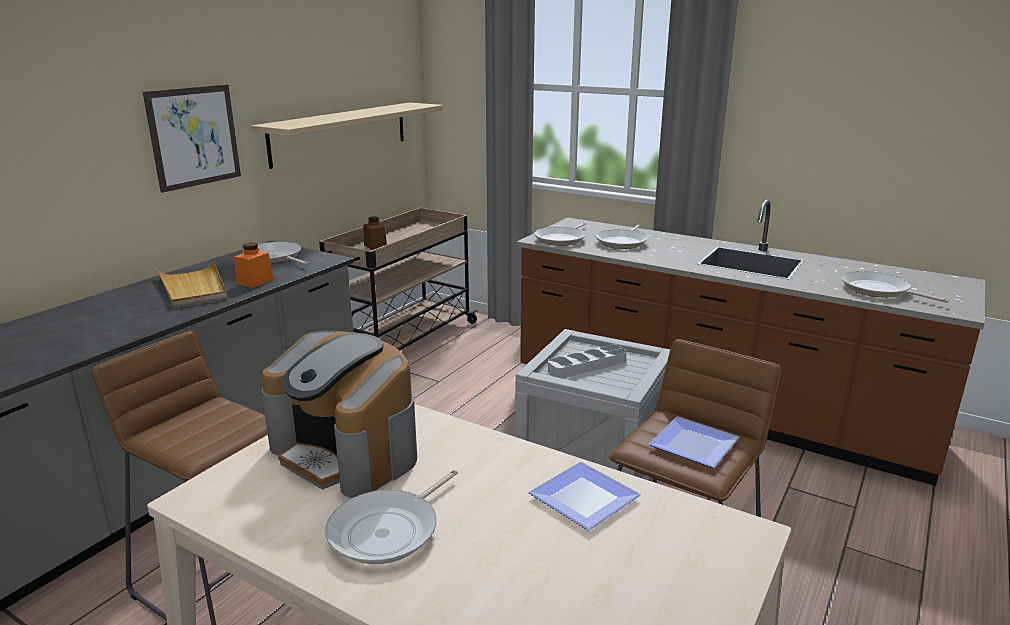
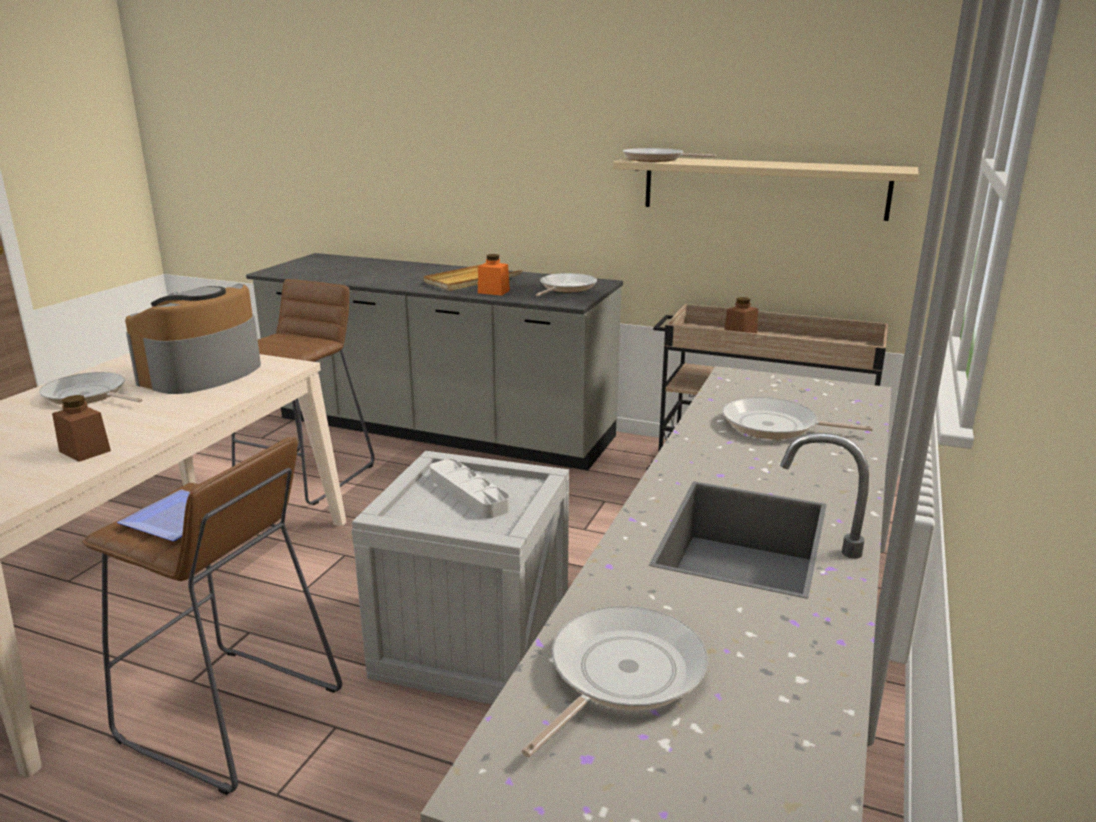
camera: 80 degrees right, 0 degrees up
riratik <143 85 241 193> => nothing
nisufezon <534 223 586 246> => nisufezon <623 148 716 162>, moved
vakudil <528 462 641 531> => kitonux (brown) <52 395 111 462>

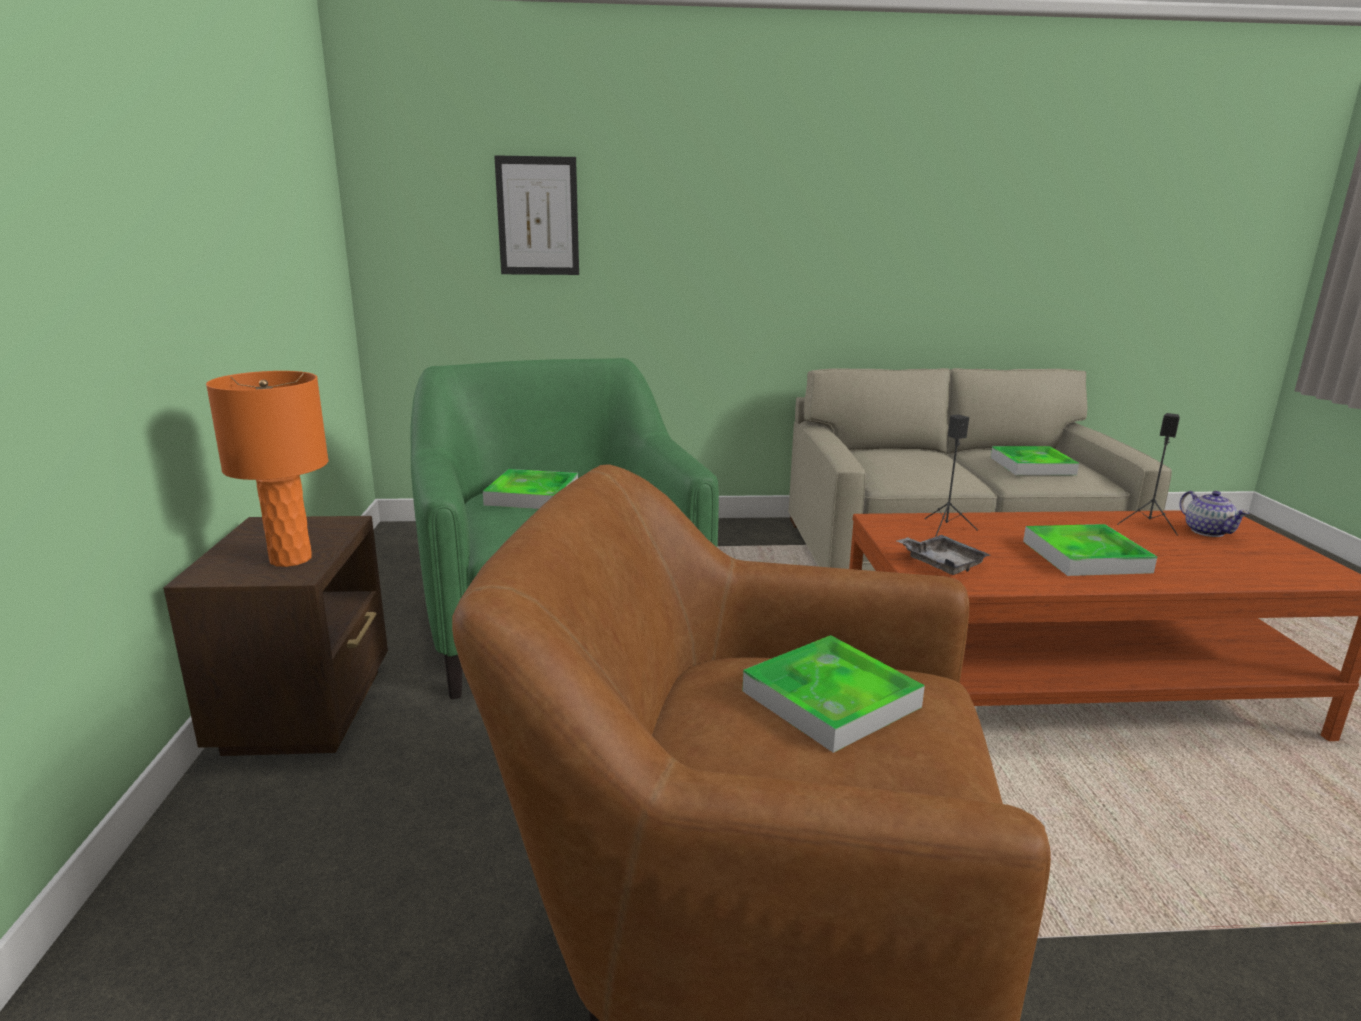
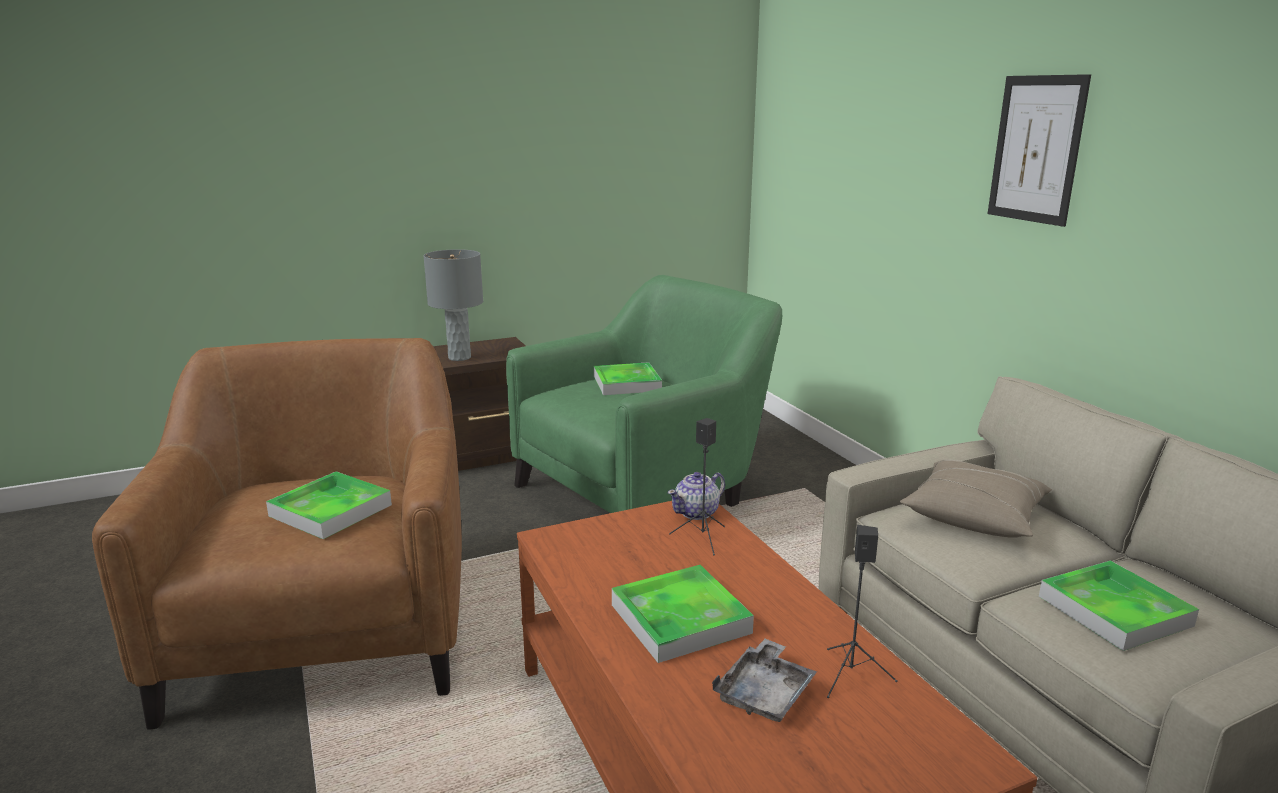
camera: 70 degrees right, 0 degrees up
nothing => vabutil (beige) <900 459 1052 538>
riratik <494 155 579 275> => riratik <988 74 1091 227>, moved
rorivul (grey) <897 535 990 575> => rorivul (grey) <712 638 817 722>, moved
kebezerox <1180 491 1249 537> => kebezerox <667 472 725 520>, moved
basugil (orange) <206 371 329 567> => basugil (grey) <423 249 483 361>

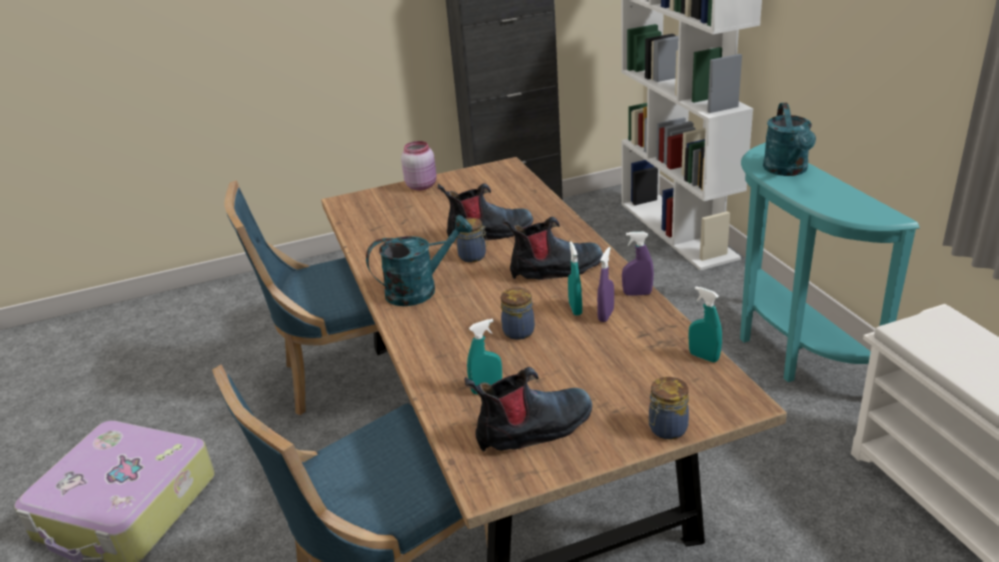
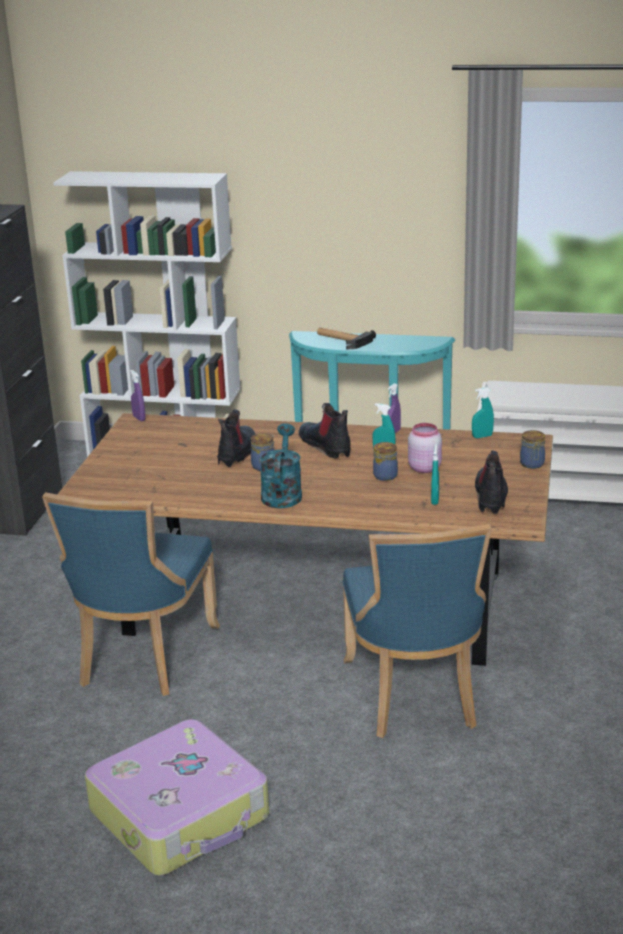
camera: 60 degrees left, 5 degrees down
kitonux (pink) <401 141 437 190> => kitonux (pink) <408 423 442 473>, moved
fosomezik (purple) <597 247 614 322> => fosomezik (purple) <130 370 146 421>, moved
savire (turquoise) <763 103 816 176> => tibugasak <317 327 376 349>
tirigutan <502 217 603 280> => tirigutan <298 403 351 459>, 45 degrees counterclockwise

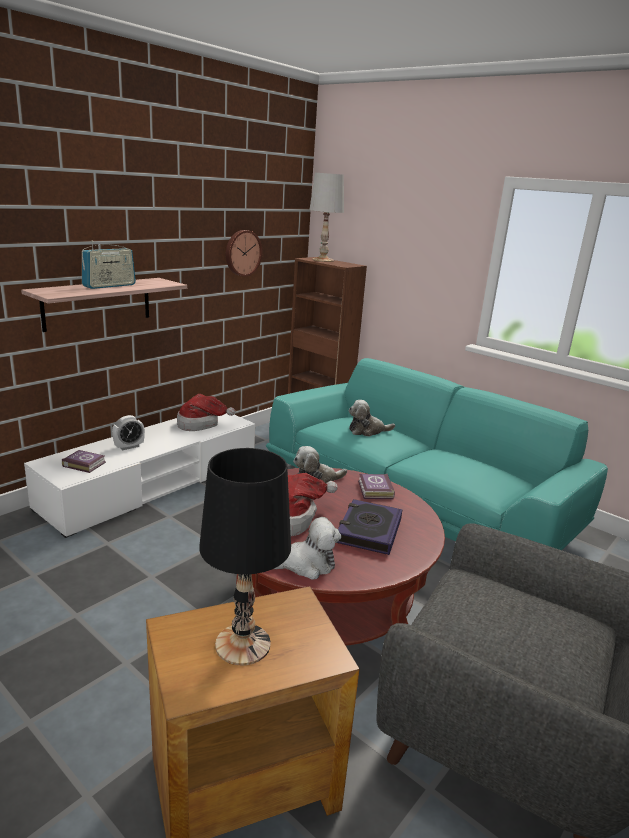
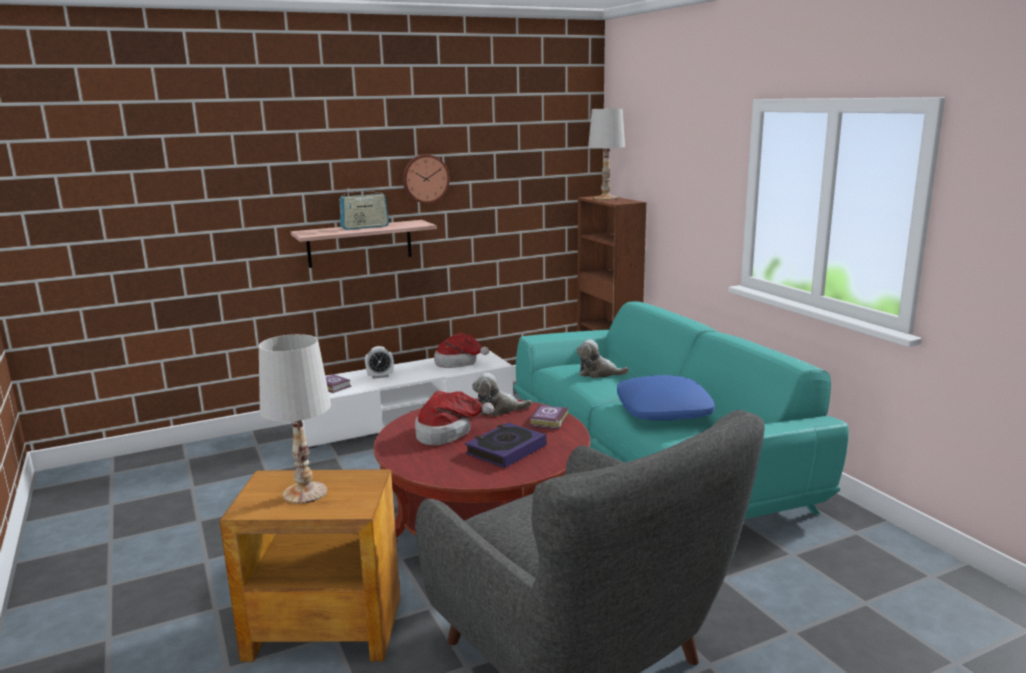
camera: 25 degrees right, 5 degrees down
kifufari <274 517 341 580> => nothing
nothing => vabutil (blue) <617 375 715 420>
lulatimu <226 230 262 277> => lulatimu <402 154 450 204>, moved
basugil (black) <199 448 291 665> => basugil (white) <259 334 331 504>

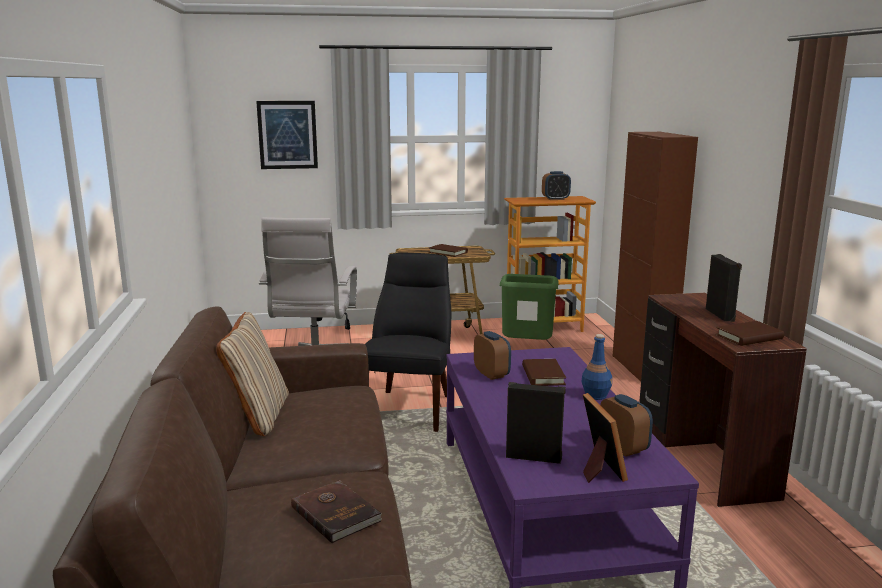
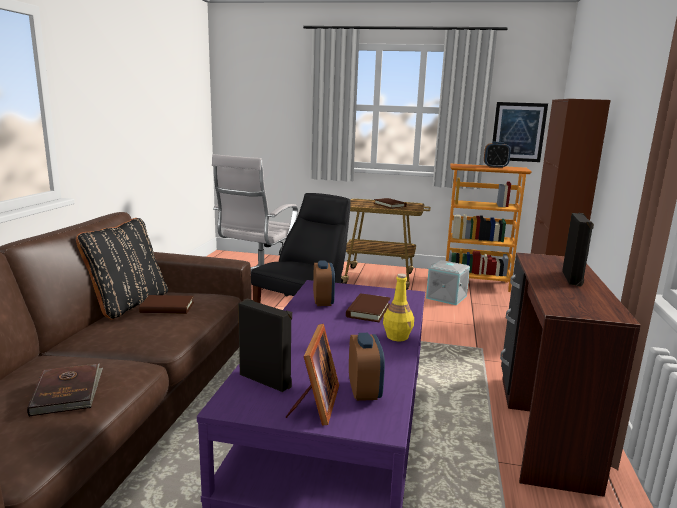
camera: 20 degrees right, 0 degrees up
riratik <256 101 318 169> => riratik <492 102 548 162>, moved
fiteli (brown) <716 321 784 346> => fiteli (brown) <139 295 194 314>, moved
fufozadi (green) <500 274 559 340> => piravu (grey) <426 260 470 305>
vabutil (beige) <216 312 289 436> => vabutil (black) <76 218 168 320>
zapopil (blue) <582 334 612 400> => zapopil (yellow) <383 273 414 341>

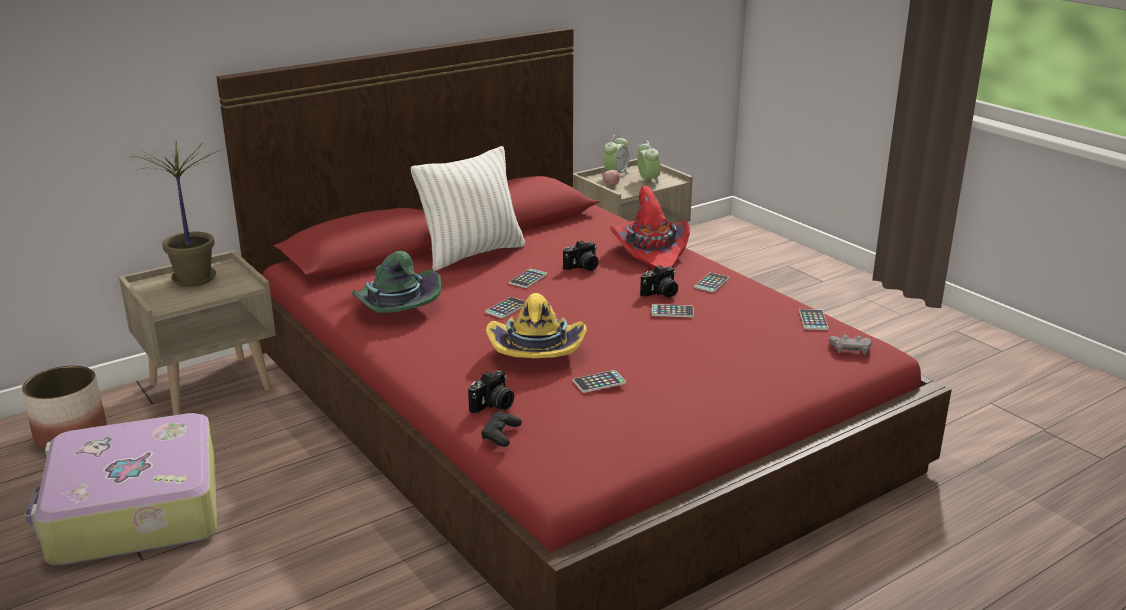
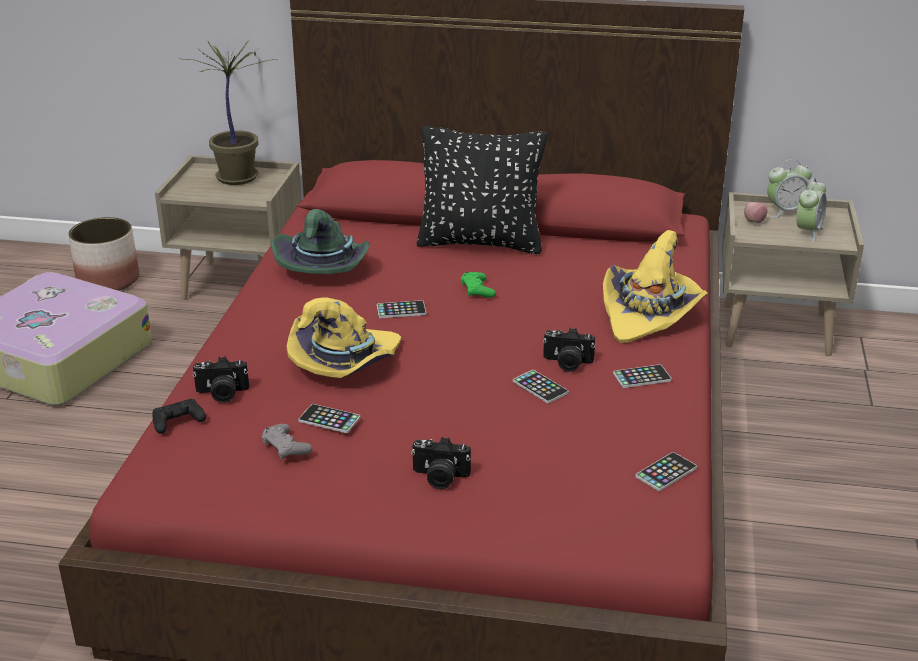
camera: 45 degrees right, 5 degrees up
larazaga <563 240 599 271> => larazaga <411 437 471 489>, moved
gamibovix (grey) <829 335 872 354> => gamibovix (grey) <262 424 313 460>, moved
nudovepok <509 269 547 288> => gamibovix (green) <461 272 496 298>
vabutil (white) <411 146 525 271> => vabutil (black) <416 126 547 254>
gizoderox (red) <609 186 690 268> => gizoderox (yellow) <603 230 707 343>

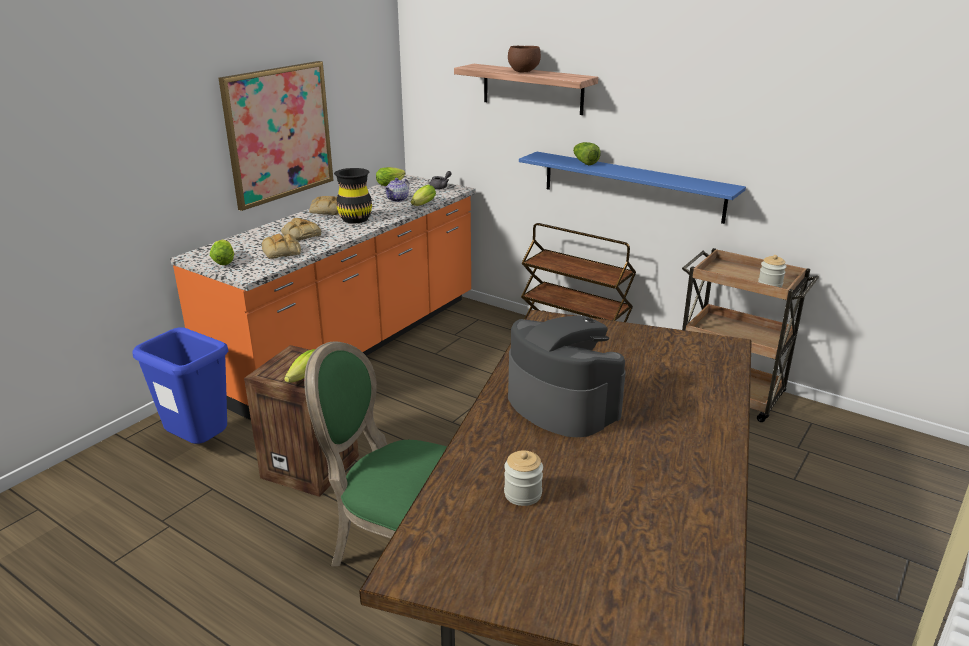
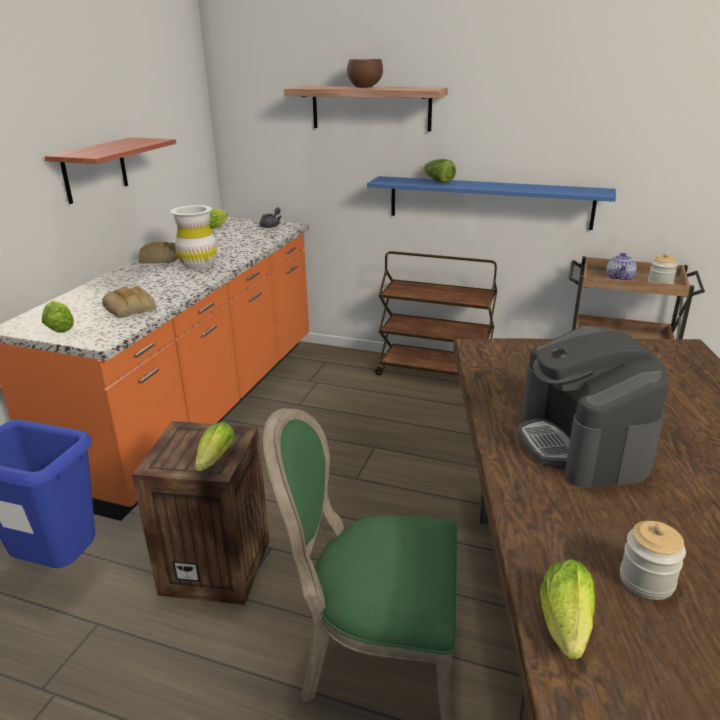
camera: 15 degrees left, 0 degrees up
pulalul <281 218 321 241> => nothing
kebezerox <384 178 409 202> => kebezerox <606 253 637 280>, moved
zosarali <411 184 436 206> => zosarali <540 559 595 660>, moved
riratik <219 61 334 211> => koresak <44 137 176 204>
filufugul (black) <334 168 372 223> => filufugul (white) <170 205 217 269>
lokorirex <508 316 626 437> => lokorirex <517 326 669 488>, 135 degrees counterclockwise

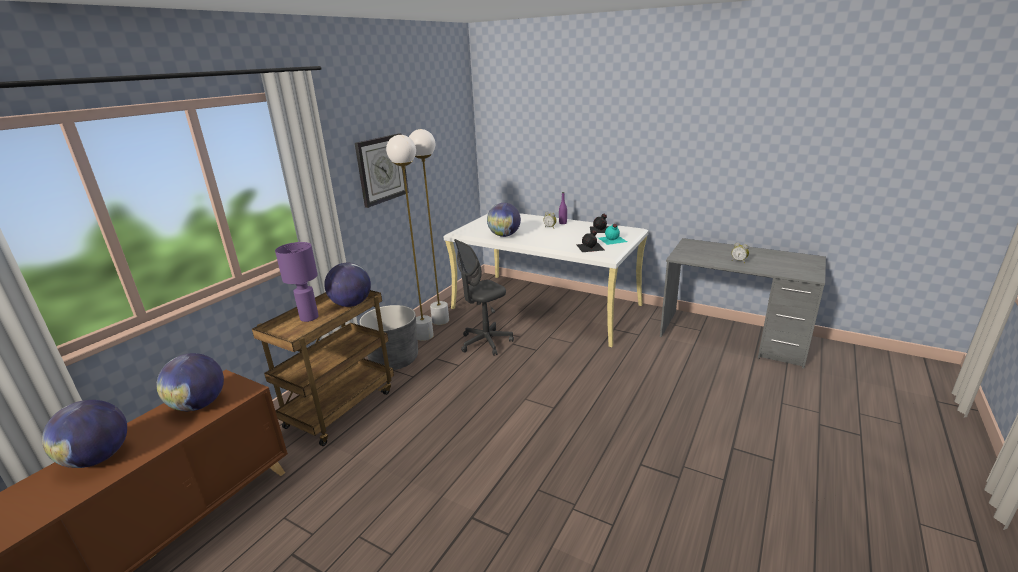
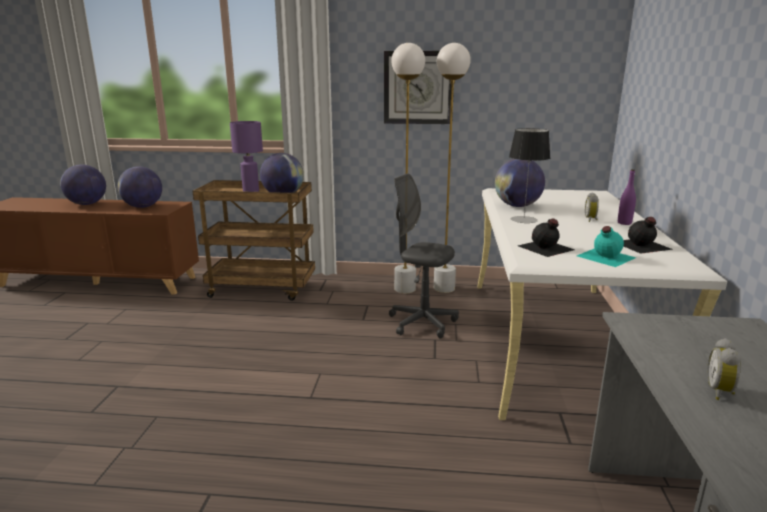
camera: 65 degrees right, 5 degrees down
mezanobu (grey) <359 305 418 370> => nothing
nothing => basugil <509 128 550 223>

